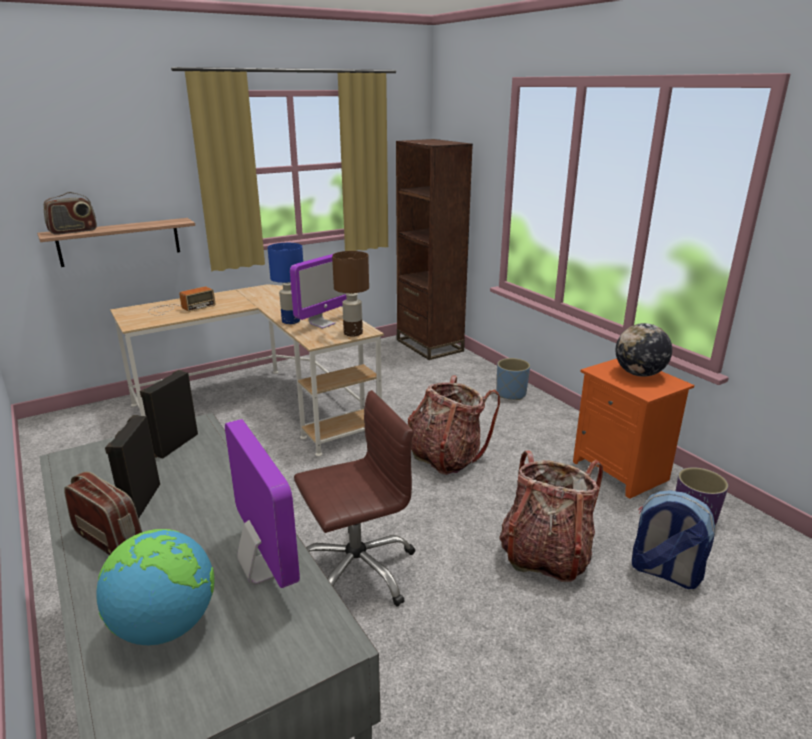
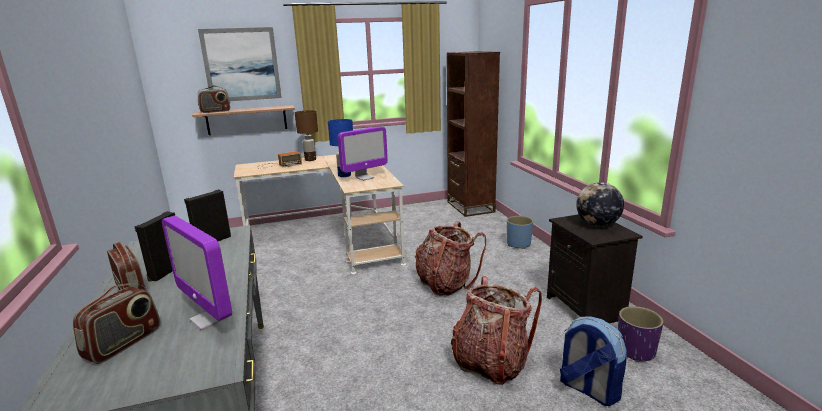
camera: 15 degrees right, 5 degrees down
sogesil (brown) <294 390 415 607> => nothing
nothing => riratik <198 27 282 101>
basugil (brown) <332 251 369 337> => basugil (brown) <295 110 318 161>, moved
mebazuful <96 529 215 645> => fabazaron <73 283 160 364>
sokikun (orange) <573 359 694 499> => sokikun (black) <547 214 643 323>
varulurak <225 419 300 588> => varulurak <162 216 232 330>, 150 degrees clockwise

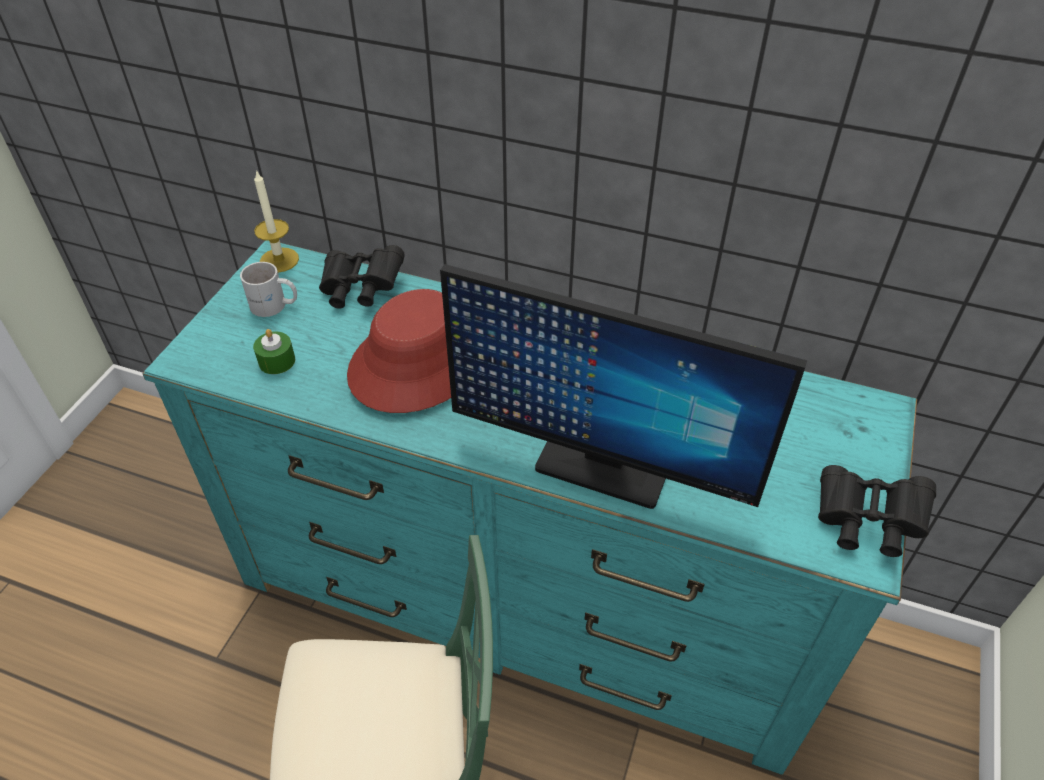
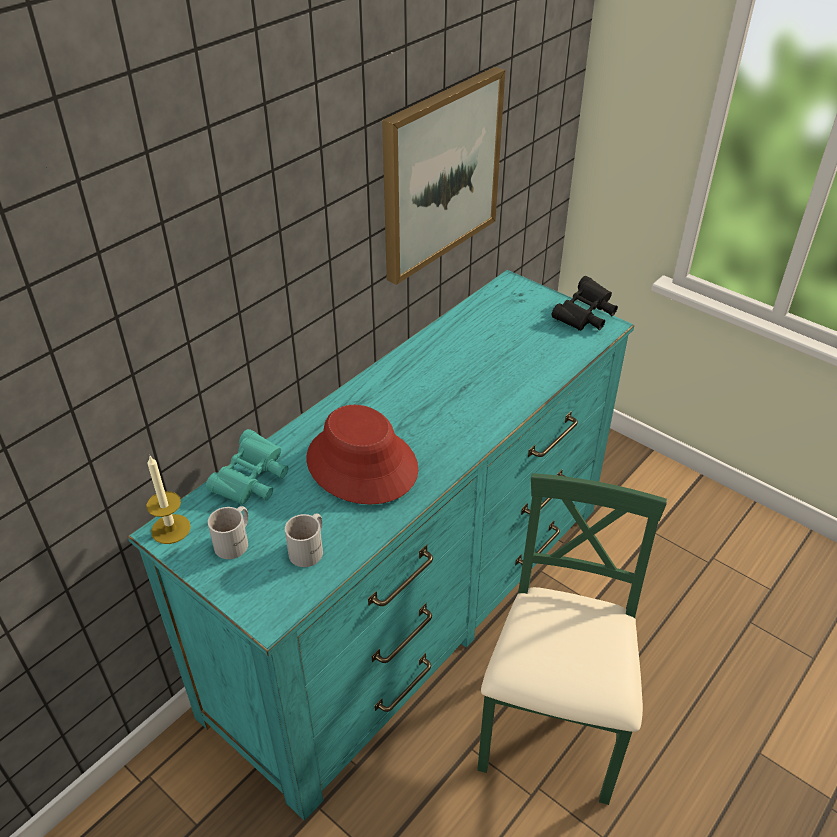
camera: 70 degrees left, 5 degrees down
varulurak <440 264 807 509> => nothing
nothing => riratik <382 67 505 285>
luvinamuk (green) <253 329 295 374> => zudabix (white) <285 513 323 567>
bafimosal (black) <319 245 405 309> => bafimosal (turquoise) <206 429 288 505>

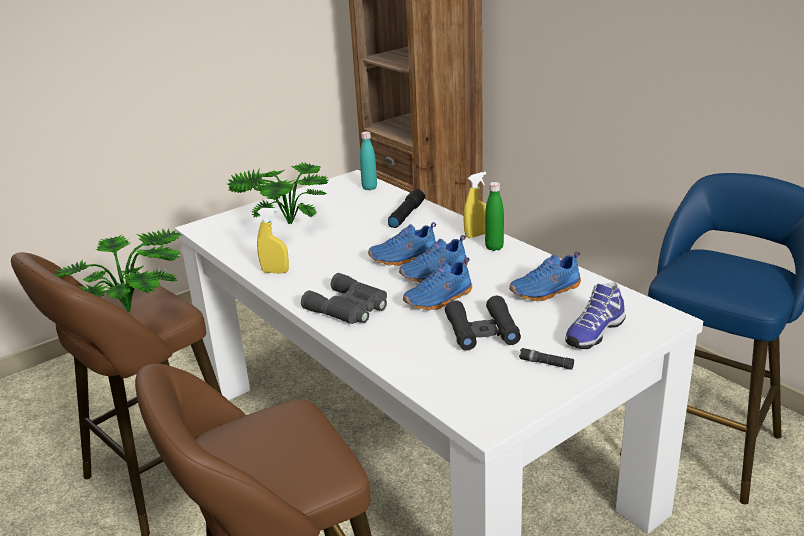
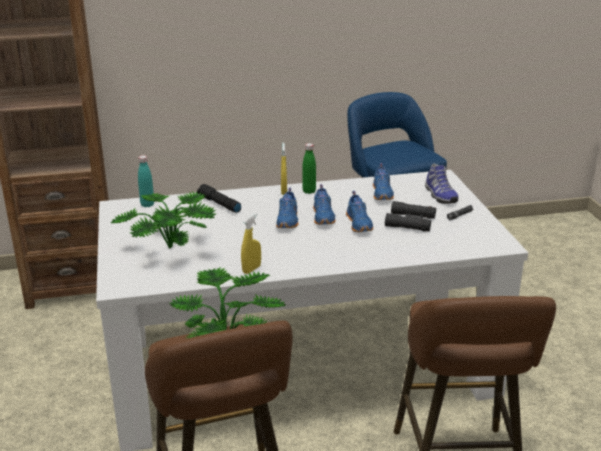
camera: 65 degrees left, 0 degrees up
bafimosal (grey) <301 273 387 324> => nothing

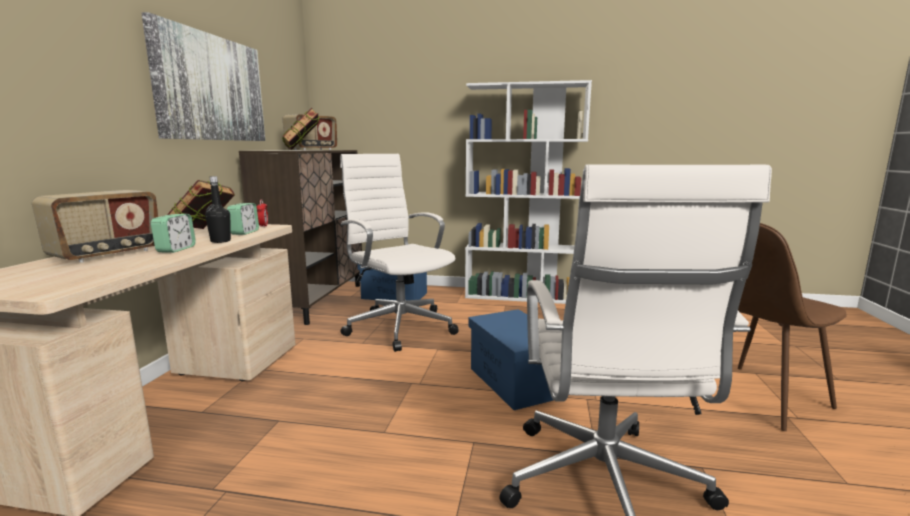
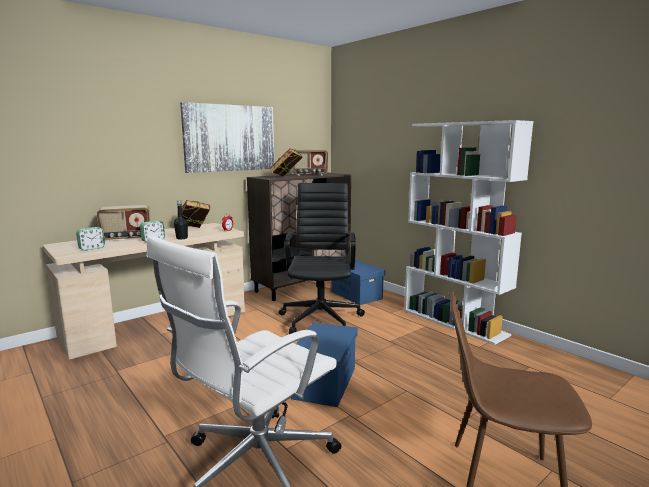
camera: 40 degrees right, 0 degrees up
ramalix <227 203 259 235> => ramalix <76 227 105 251>, moved
sogesil (white) <340 154 459 352> => sogesil (black) <278 183 365 334>

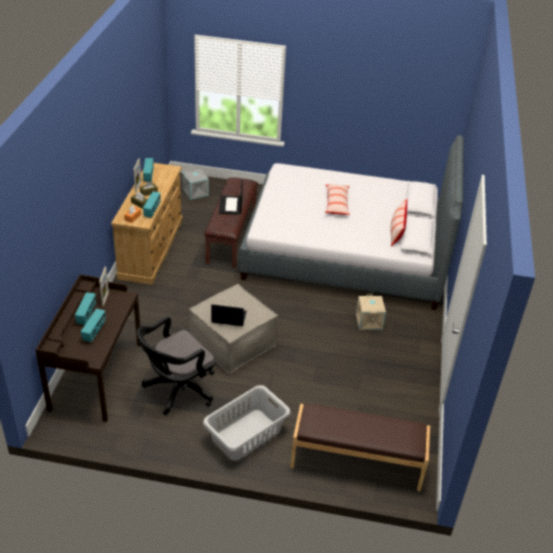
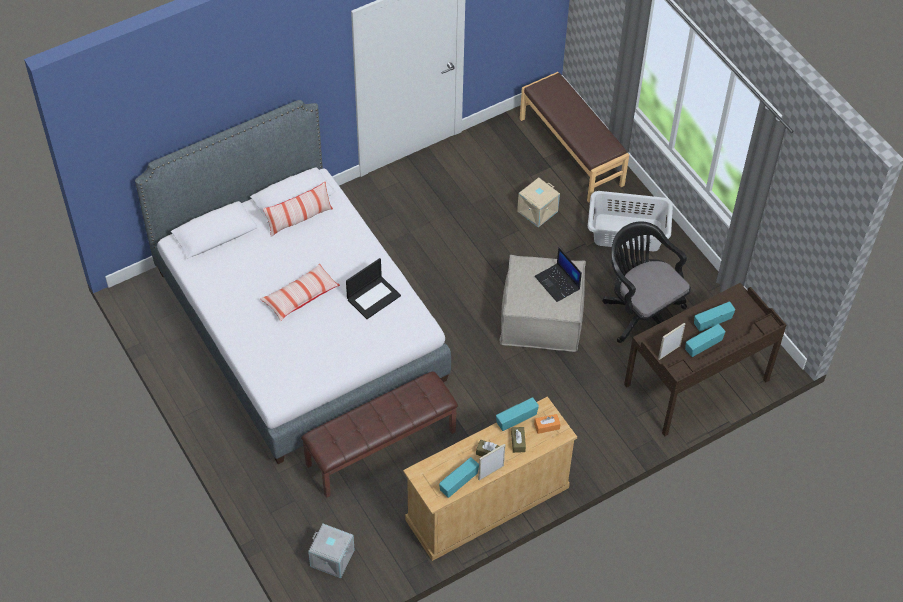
camera: 130 degrees left, 15 degrees up
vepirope <219 179 243 215> => vepirope <346 258 401 319>, moved
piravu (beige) <356 295 386 330> => piravu (beige) <517 177 560 227>, moved
sogesil (black) <137 316 215 415> => sogesil (black) <602 221 691 343>, 135 degrees counterclockwise

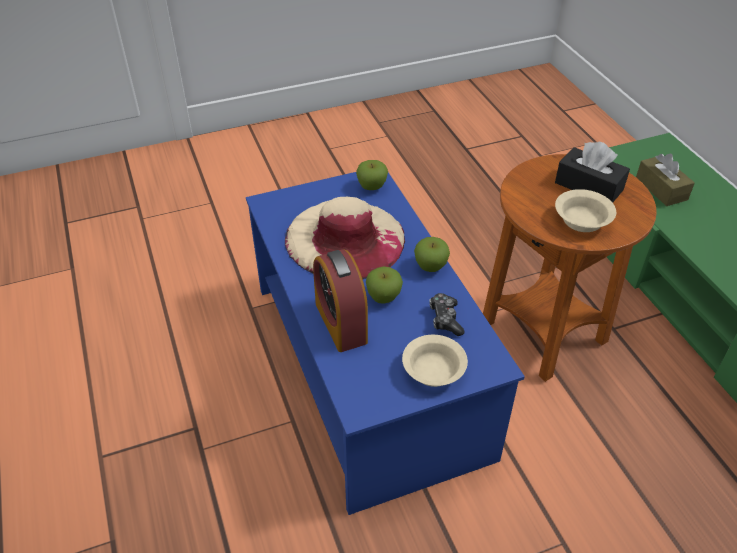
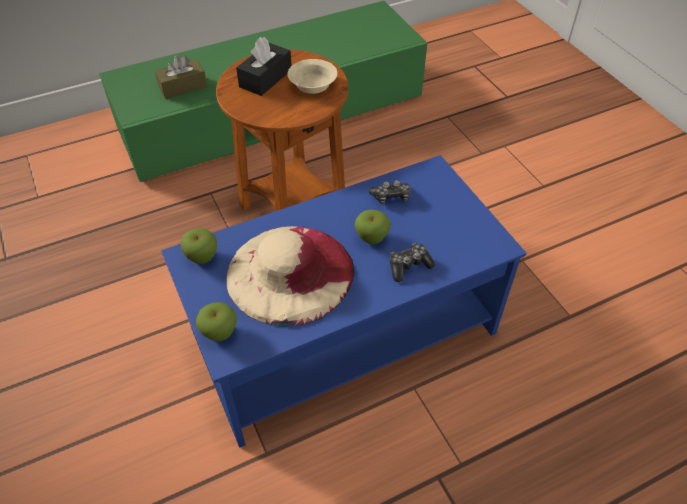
camera: 95 degrees left, 5 degrees up
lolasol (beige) <402 335 468 387> => nothing
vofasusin <414 237 450 272> => vofasusin <196 302 237 341>, moved
ramalix <313 250 368 352> => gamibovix <390 243 435 282>

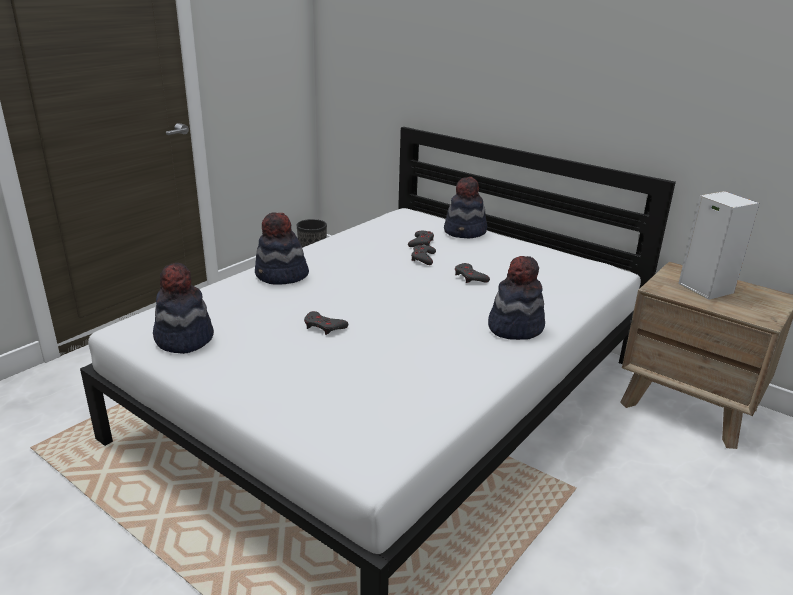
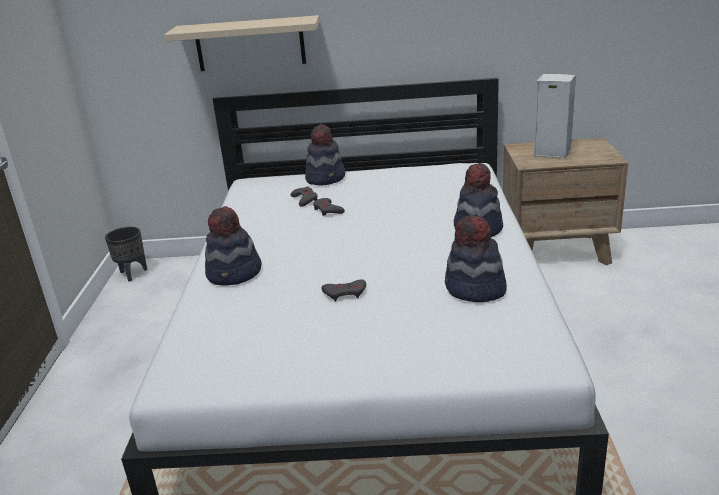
camera: 35 degrees left, 0 degrees up
gamibovix (grey) <455 263 490 283> => nothing
nothing => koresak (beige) <164 15 319 71>
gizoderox <153 263 214 354> => gizoderox <445 215 507 302>, moved

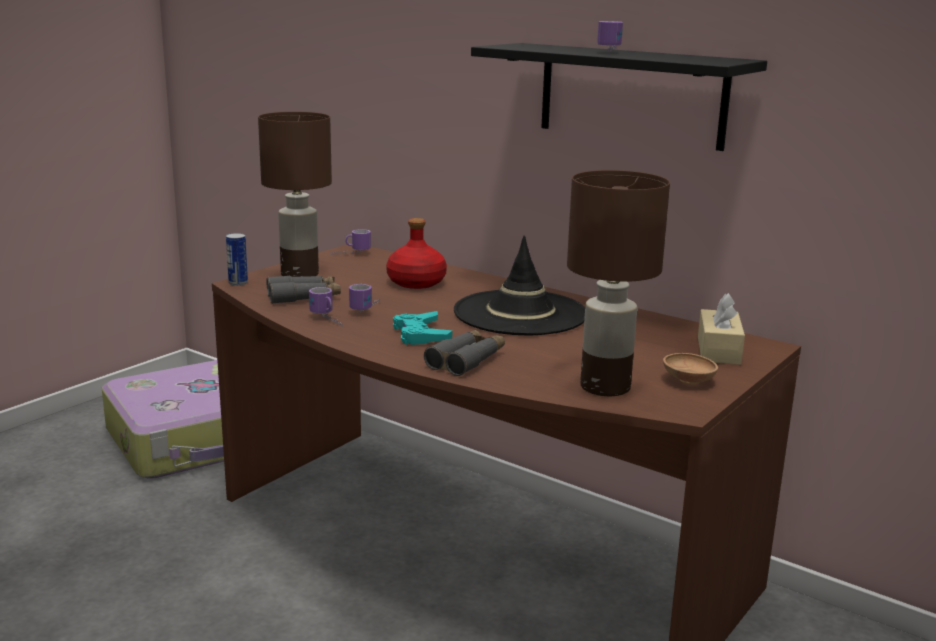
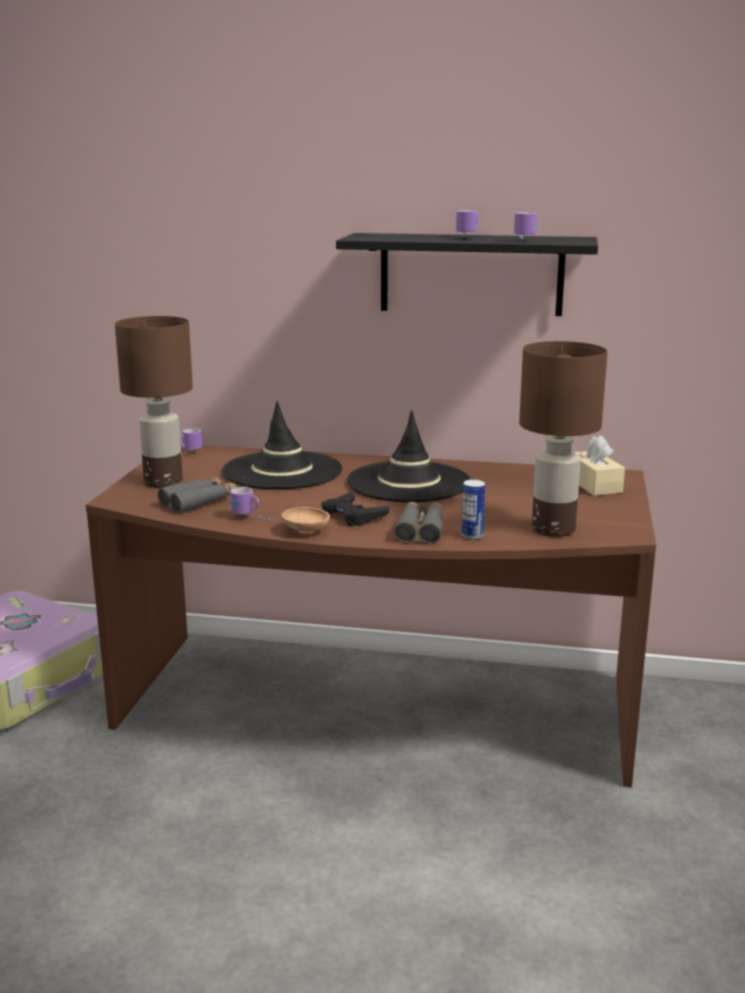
camera: 25 degrees left, 0 degrees up
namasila <226 233 248 286> => namasila <462 479 485 540>, moved
zudabix <349 284 380 312> => zudabix <514 212 537 240>, moved
lolasol (brown) <663 353 718 385> => lolasol (brown) <281 507 330 534>, moved
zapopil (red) <386 218 447 289> => gizoderox (black) <222 401 342 490>
gamibovix (turquoise) <393 311 452 345> => gamibovix (black) <321 492 389 527>

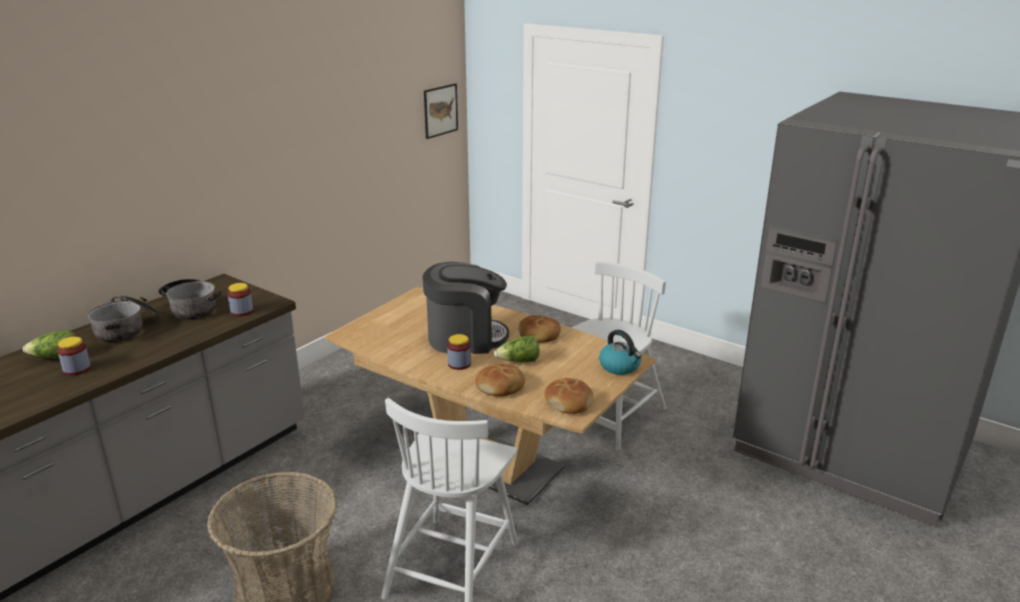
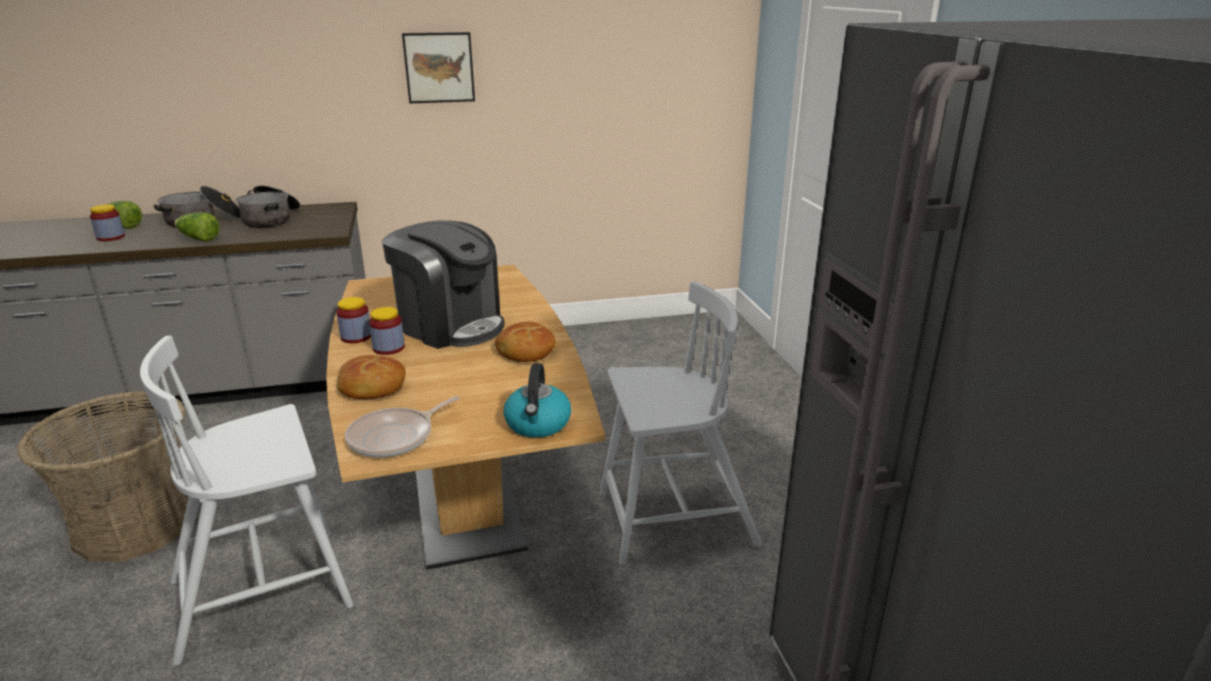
camera: 40 degrees right, 0 degrees up
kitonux <227 283 253 316> => kitonux <336 297 371 343>, moved
riratik <424 84 458 139> => riratik <402 32 475 104>, moved
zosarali <494 335 539 362> => zosarali <174 212 220 241>, moved
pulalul <544 378 594 414> => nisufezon <345 396 460 458>

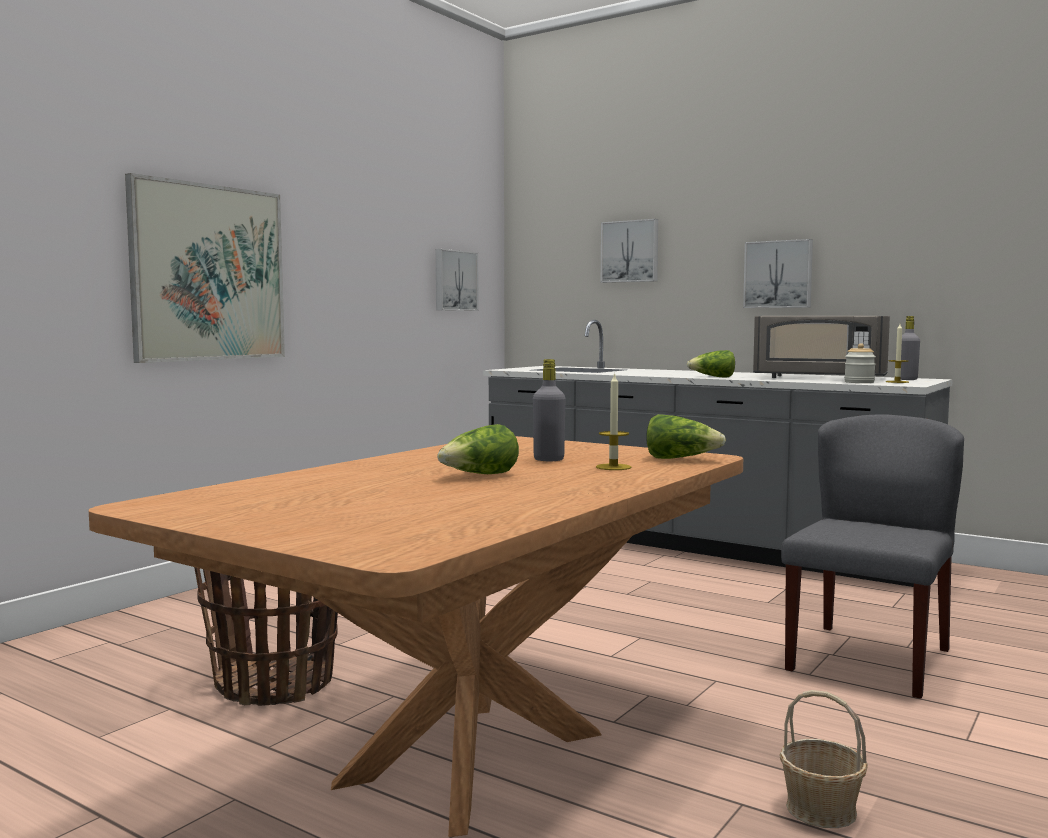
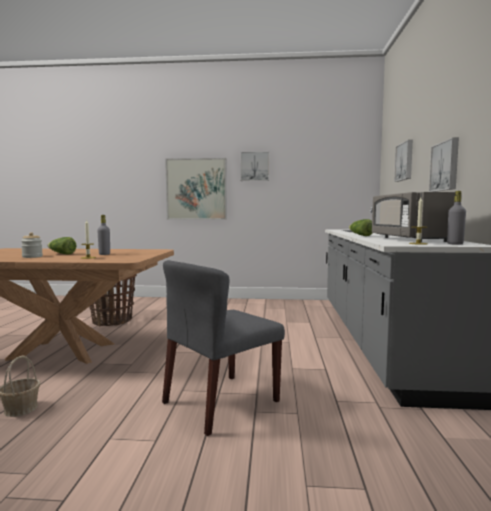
camera: 60 degrees right, 0 degrees up
zosarali <646 414 726 459> => nothing
riratik <436 249 479 311> => riratik <240 151 269 181>, moved
kitonux <844 343 876 383> => kitonux <21 232 43 258>, moved
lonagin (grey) <781 414 964 699> => lonagin (grey) <162 260 285 436>, 135 degrees clockwise

